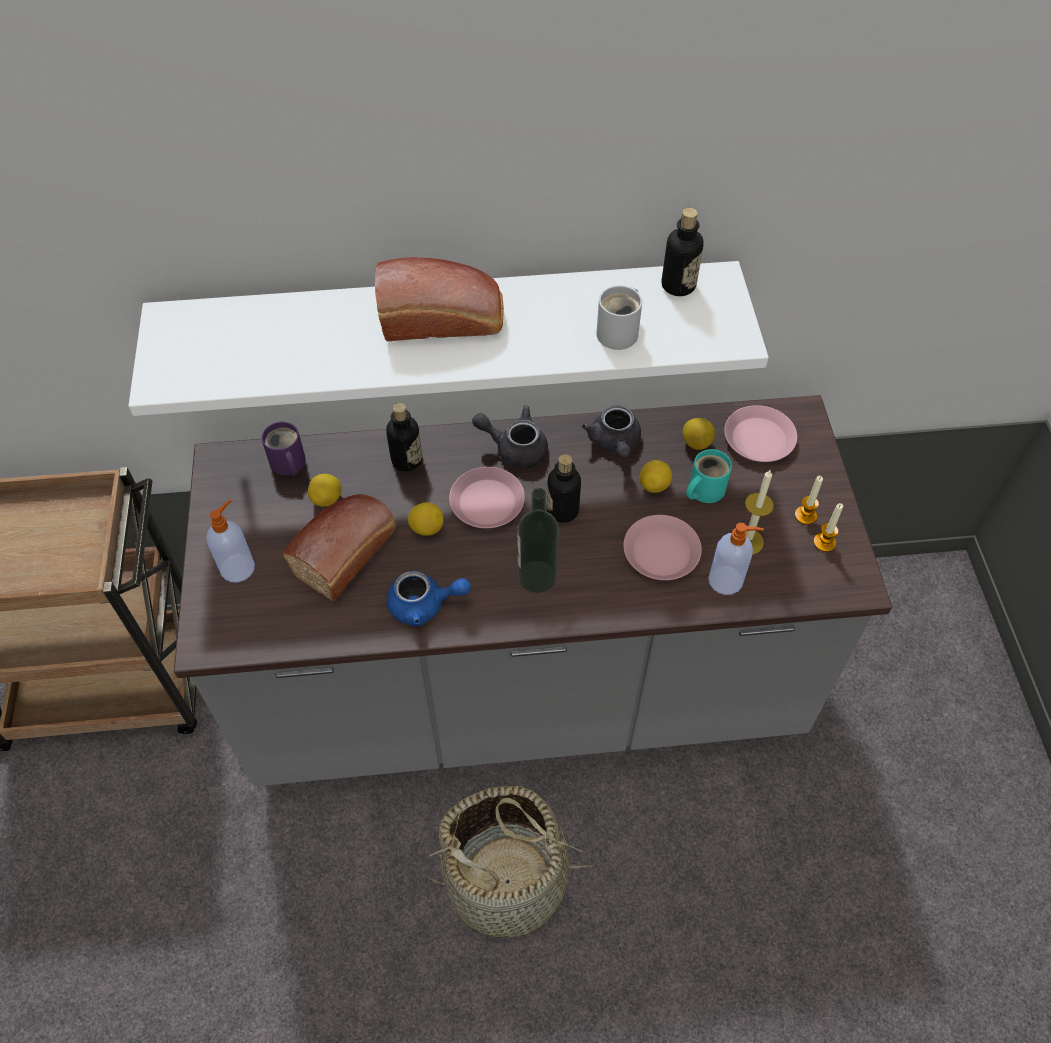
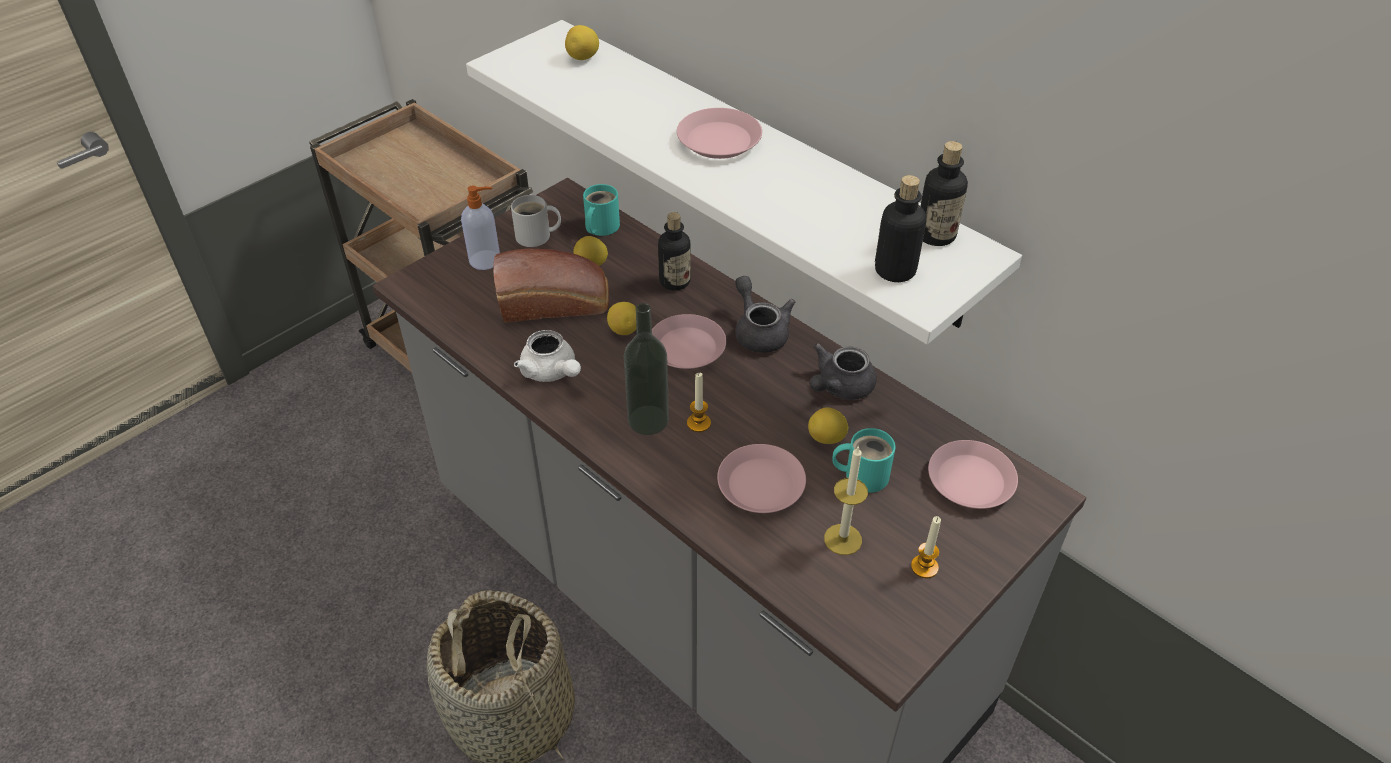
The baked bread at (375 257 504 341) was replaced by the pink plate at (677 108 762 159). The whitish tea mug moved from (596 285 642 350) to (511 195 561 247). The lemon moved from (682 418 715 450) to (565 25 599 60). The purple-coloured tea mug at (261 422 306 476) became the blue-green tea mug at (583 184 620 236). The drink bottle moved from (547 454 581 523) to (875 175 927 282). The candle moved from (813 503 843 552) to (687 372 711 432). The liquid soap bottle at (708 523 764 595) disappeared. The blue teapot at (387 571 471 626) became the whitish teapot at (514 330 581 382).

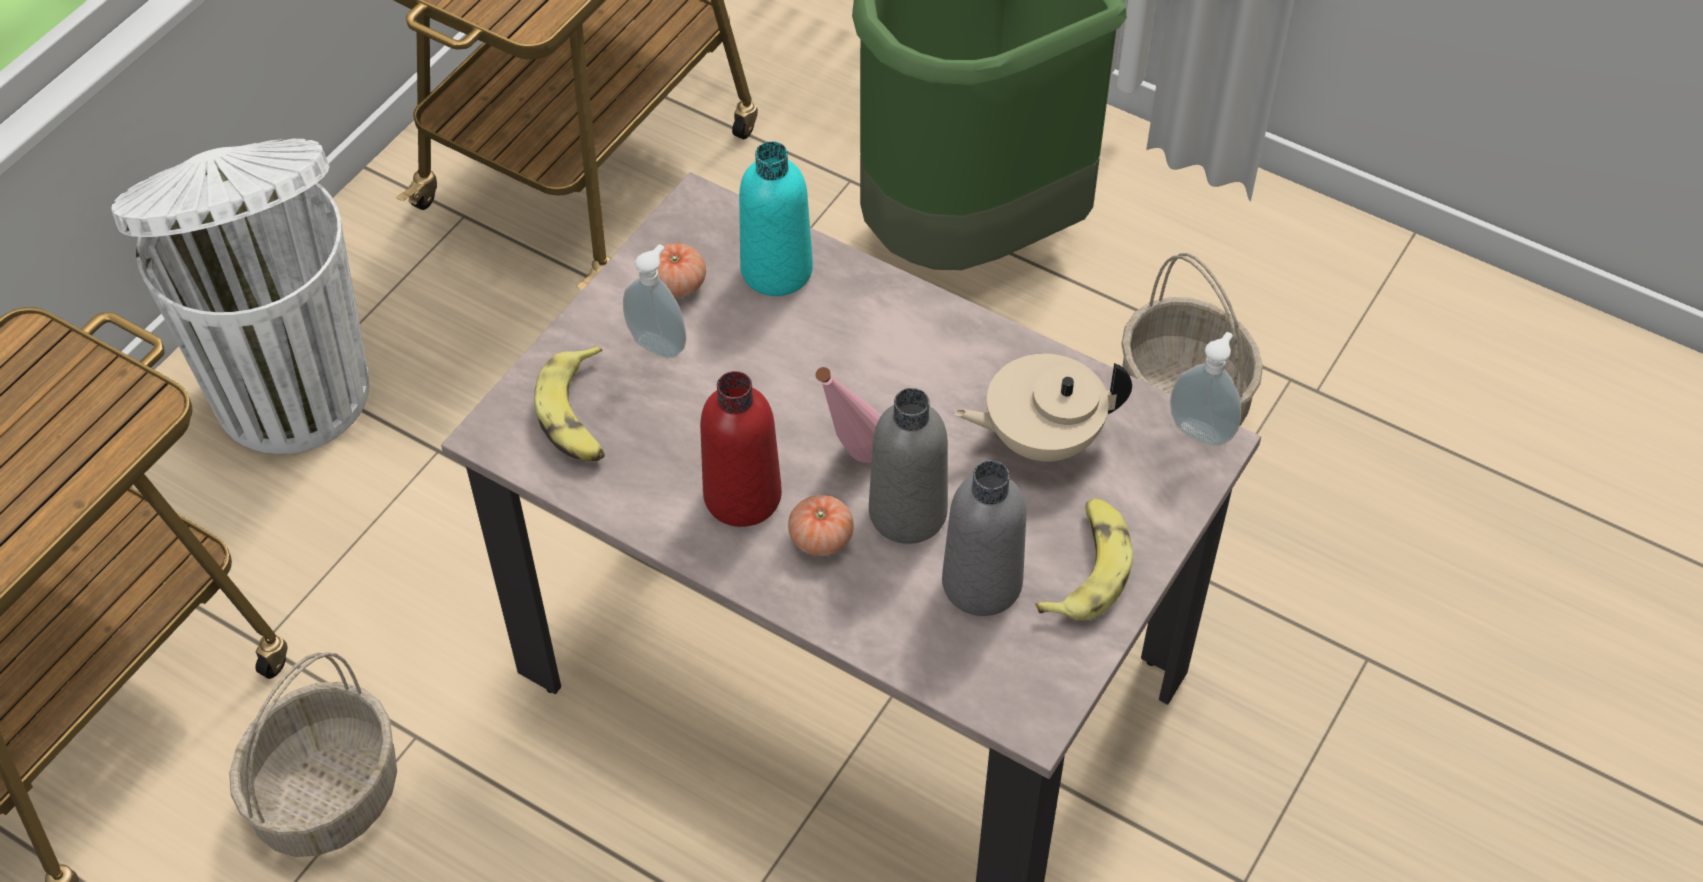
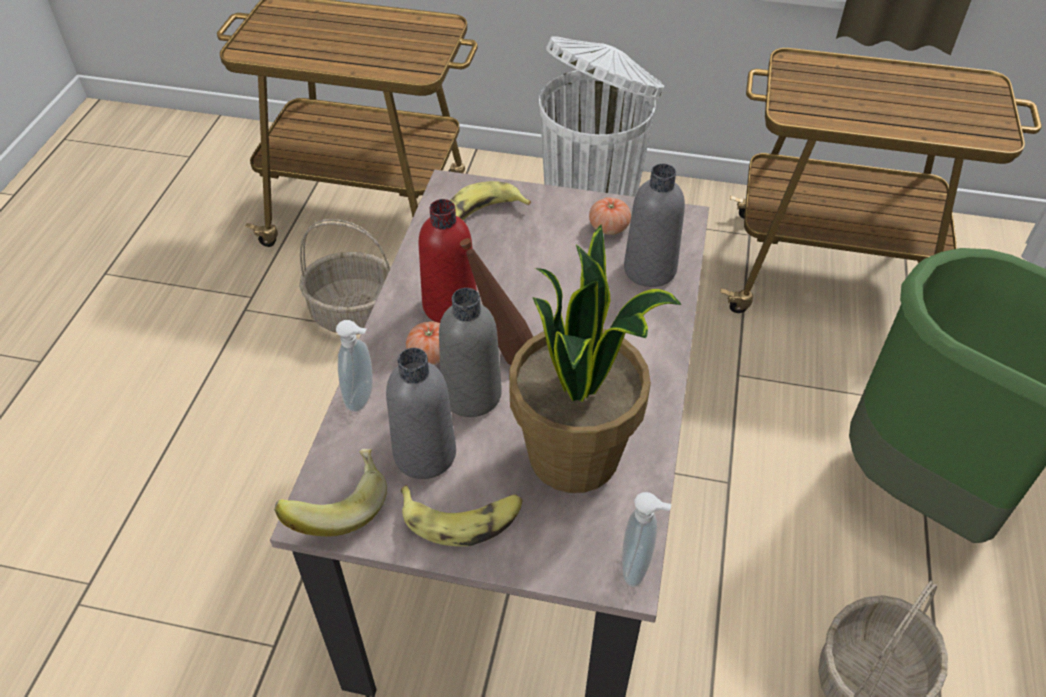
The blue-green drink bottle at (739 141 813 296) became the greyish drink bottle at (624 164 685 287). The liquid soap bottle moved from (623 244 686 358) to (336 320 373 412). The beige teapot at (954 354 1132 462) was replaced by the plant in a pot at (509 225 681 493). The pink drink bottle at (815 367 881 463) became the brown-coloured drink bottle at (460 238 533 365). The whole banana at (274 449 387 536) appeared.

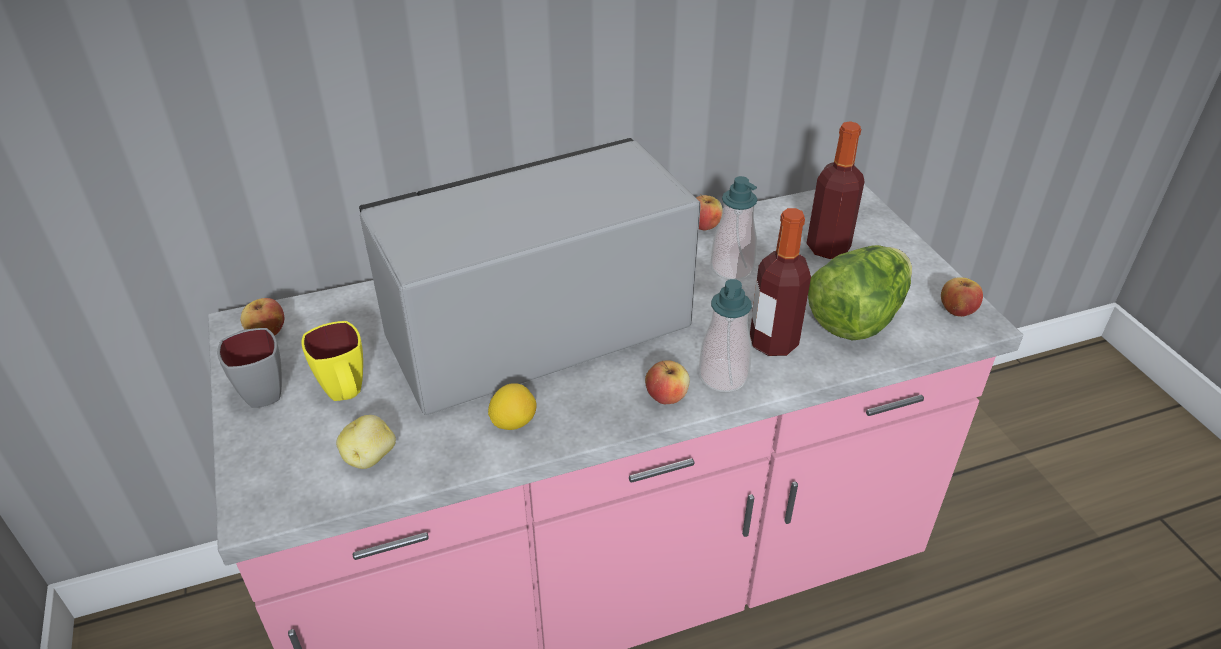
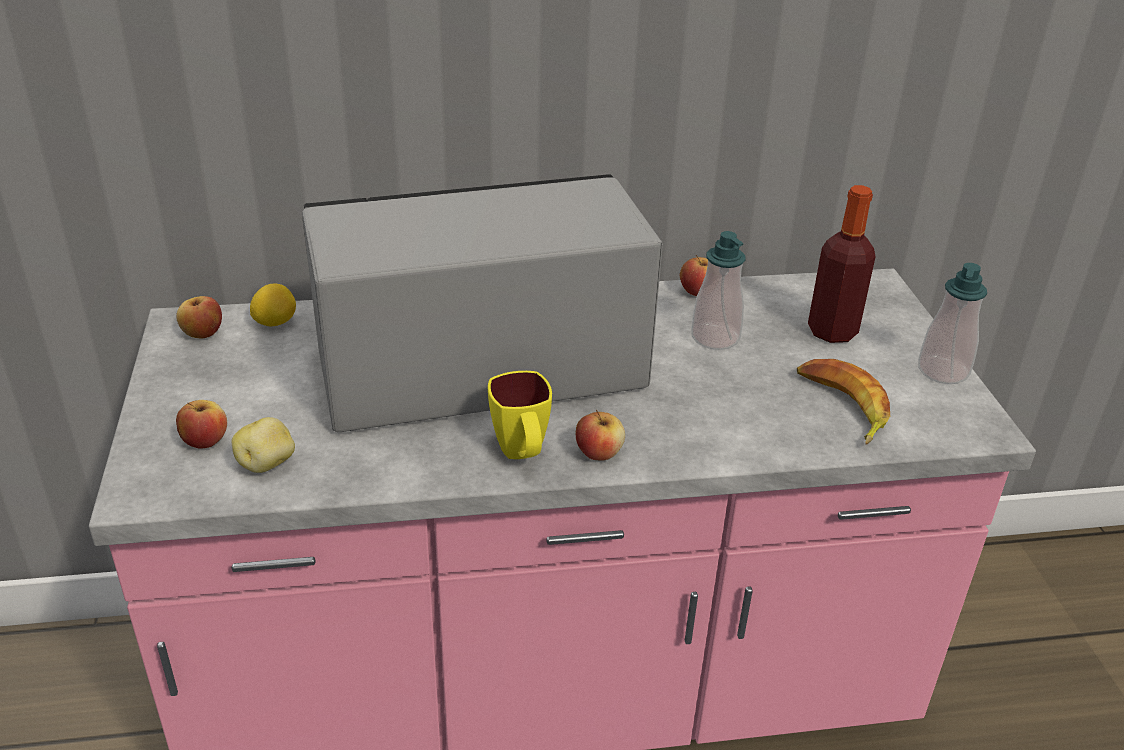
The drink bottle at (750 208 811 356) disappeared. The head of lettuce at (808 245 912 341) was replaced by the whole banana at (797 359 890 445). The whole apple moved from (941 277 983 317) to (176 400 227 449). The liquid soap bottle moved from (699 279 752 392) to (918 263 987 384). The yellow-coloured tea mug moved from (302 321 363 401) to (488 371 552 459). The greyish tea mug at (217 328 282 408) disappeared. The lemon moved from (488 383 537 430) to (250 283 296 327).

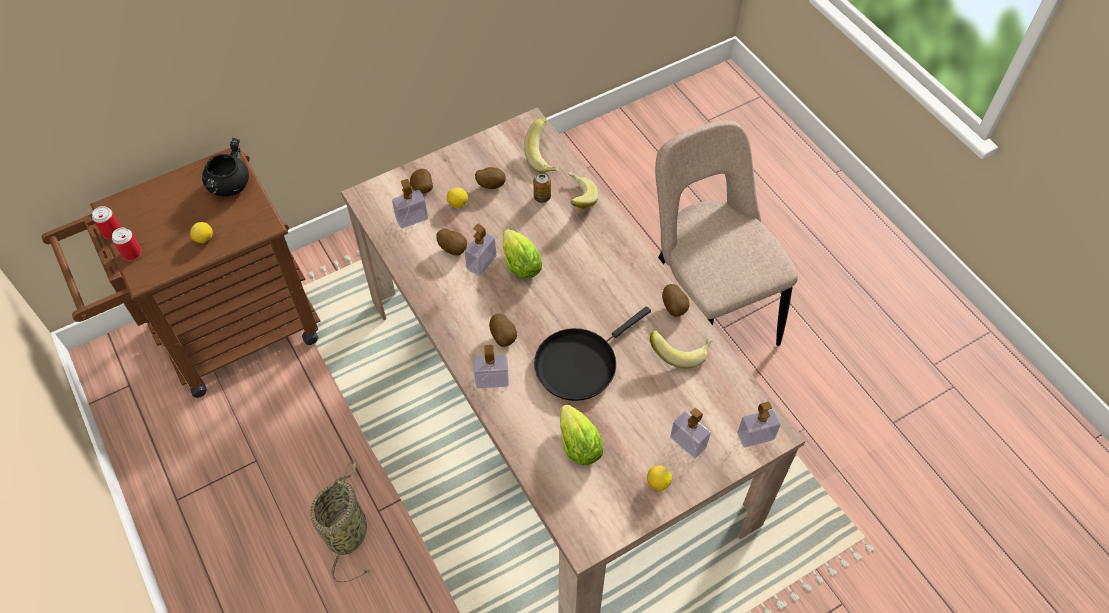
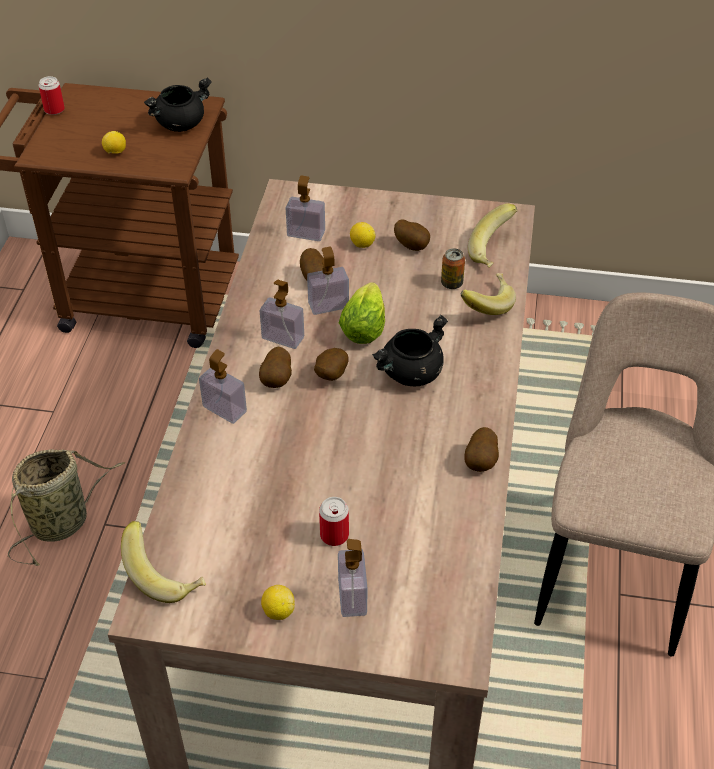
The potato moved from (410 169 433 194) to (314 348 349 381). The metal can moved from (112 227 141 260) to (319 497 349 546). The black frying pan at (534 306 651 401) disappeared. The whole banana moved from (650 330 713 369) to (121 521 206 603). The liquid soap bottle moved from (738 402 781 448) to (260 280 304 349). The head of lettuce at (560 405 603 465) disappeared. The black saucepot at (372 315 448 386) appeared.

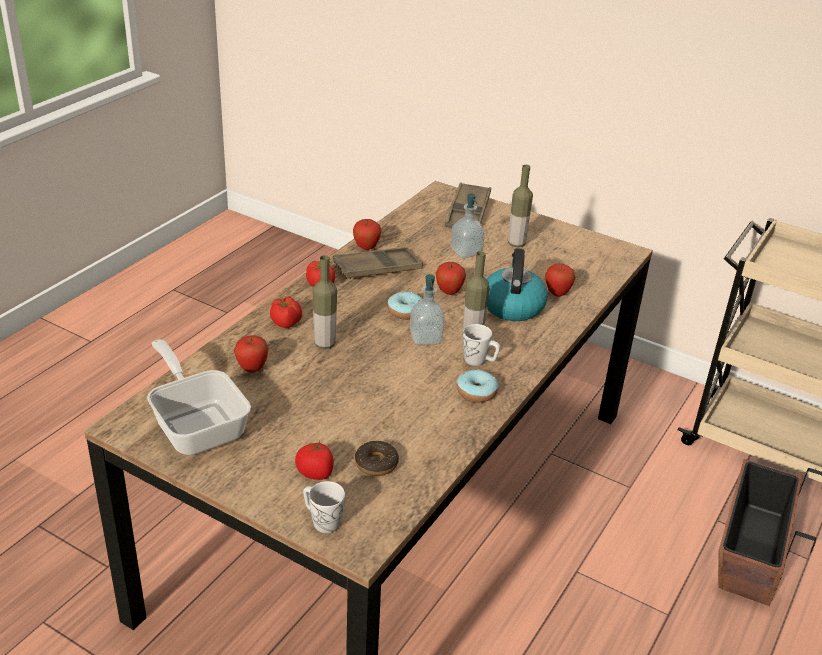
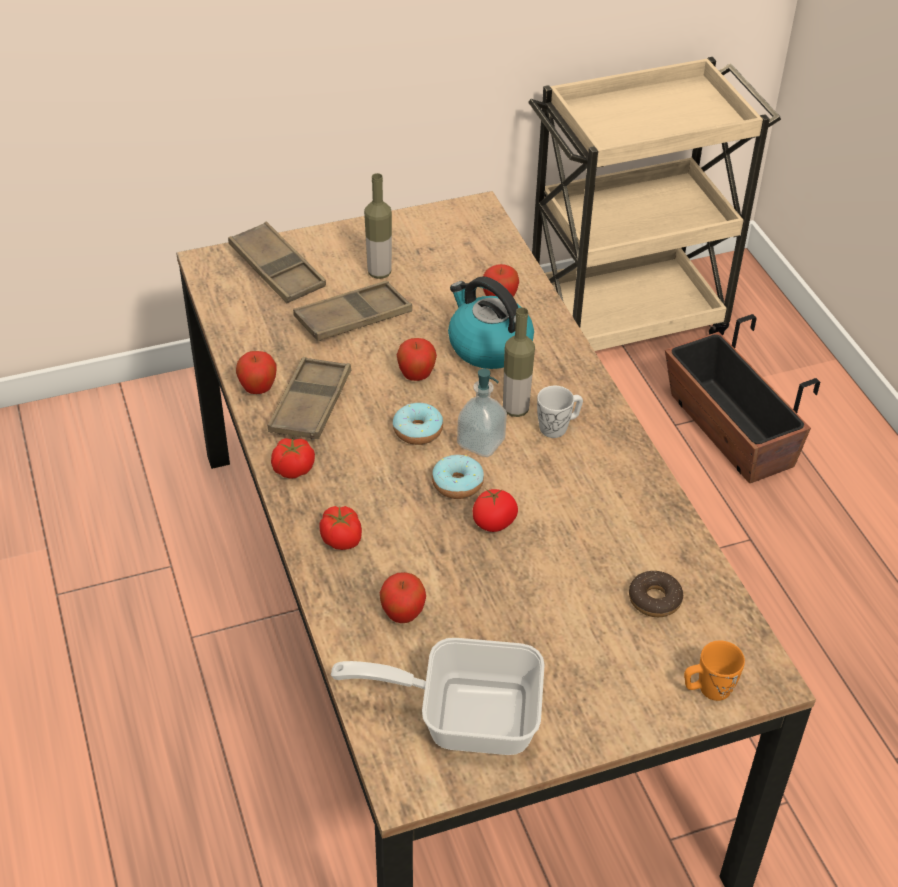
The liquid soap bottle at (451 194 485 258) was replaced by the brown-coloured carrying tray at (293 281 412 341). The drink bottle at (313 255 337 349) disappeared. The donut moved from (457 369 499 403) to (432 455 484 499). The fresh tomato moved from (295 441 334 480) to (473 489 518 532). The whitish tea mug at (303 481 345 533) became the orange tea mug at (684 640 745 701).

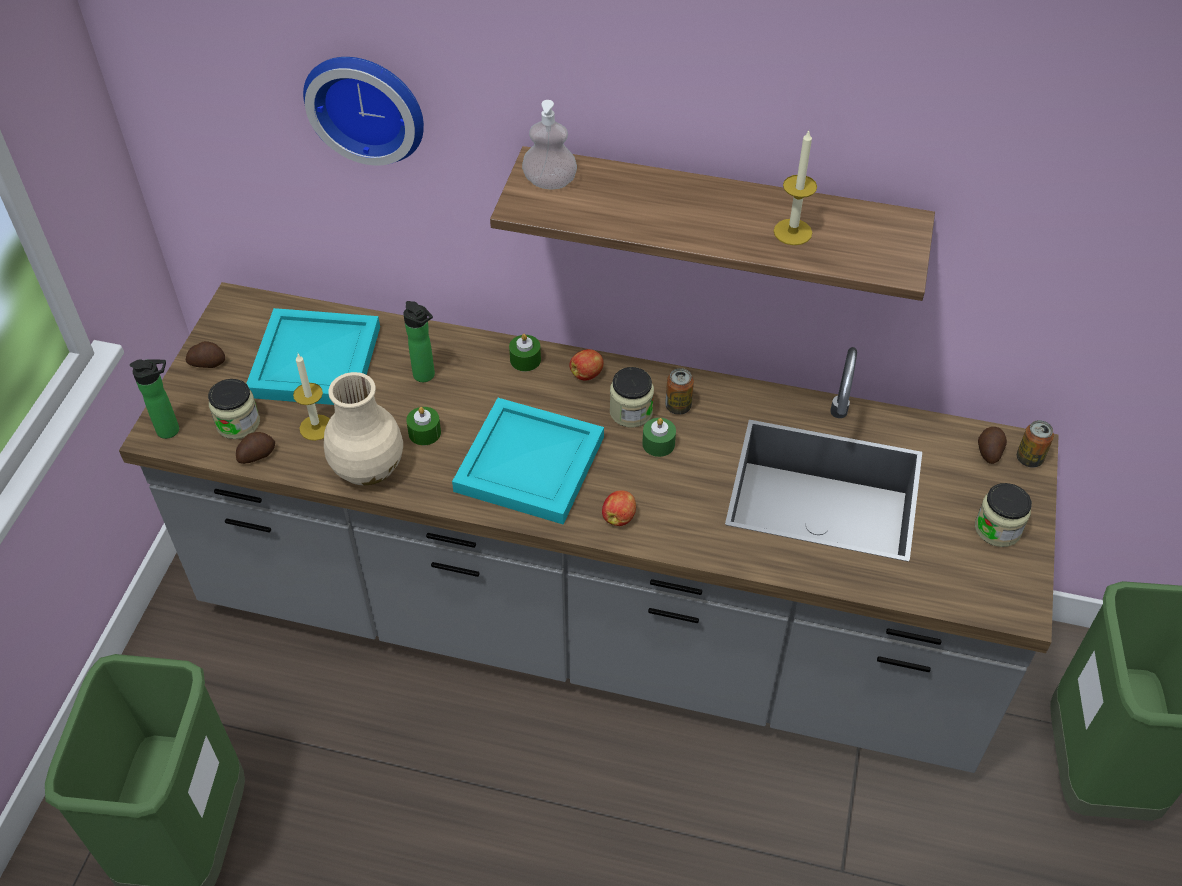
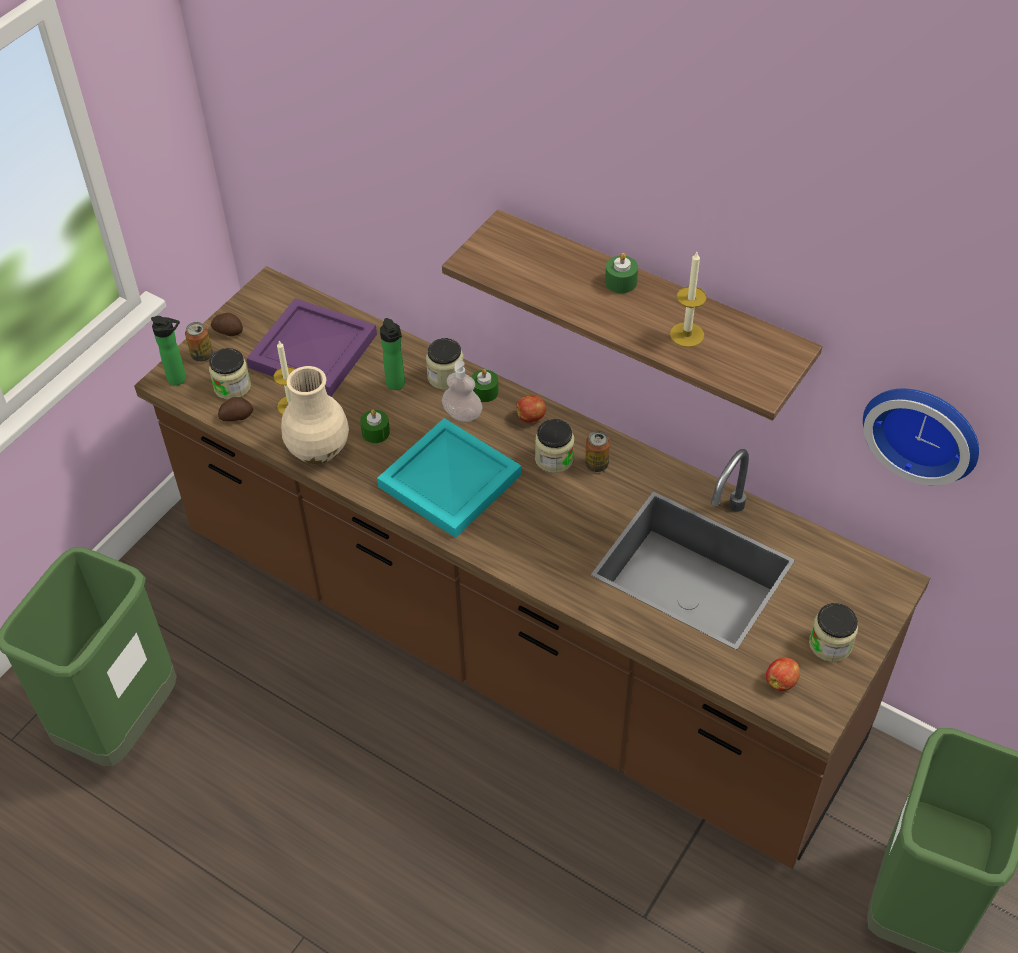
The wall clock moved from (303 57 424 166) to (863 389 979 486). The liquid soap bottle moved from (522 100 577 189) to (442 360 483 422). The greyish kitchen counter at (119 282 1059 773) became the brown-coloured kitchen counter at (134 266 930 869). The blue-green carrying tray at (246 308 380 405) became the purple-coloured carrying tray at (246 298 377 396). The greenish candle moved from (642 418 676 457) to (605 253 638 293). The metal can moved from (1017 420 1054 468) to (185 322 213 362). The potato at (978 427 1007 464) disappeared. The whole apple moved from (602 490 636 526) to (766 657 800 691). The jar at (426 338 464 390) appeared.

